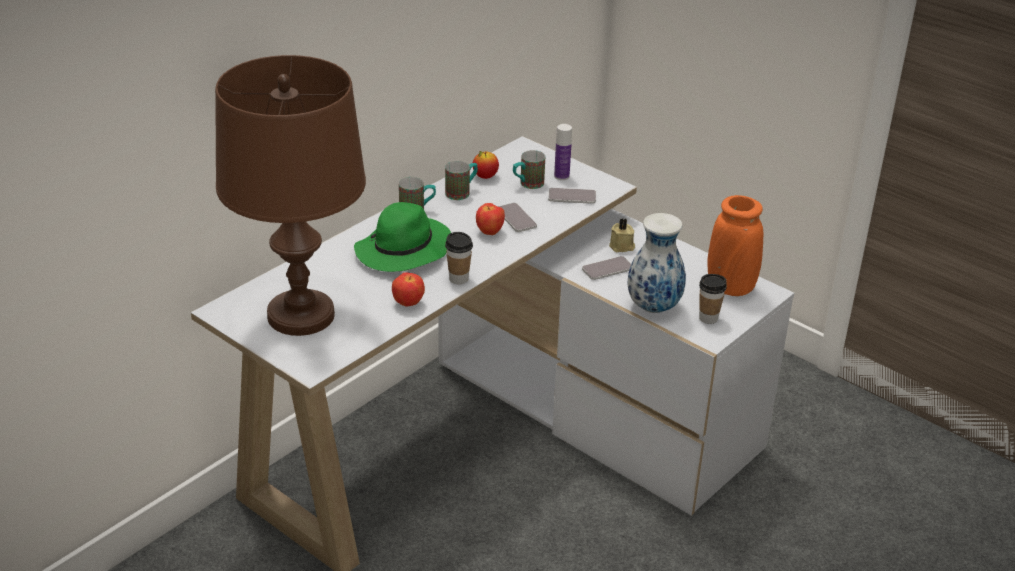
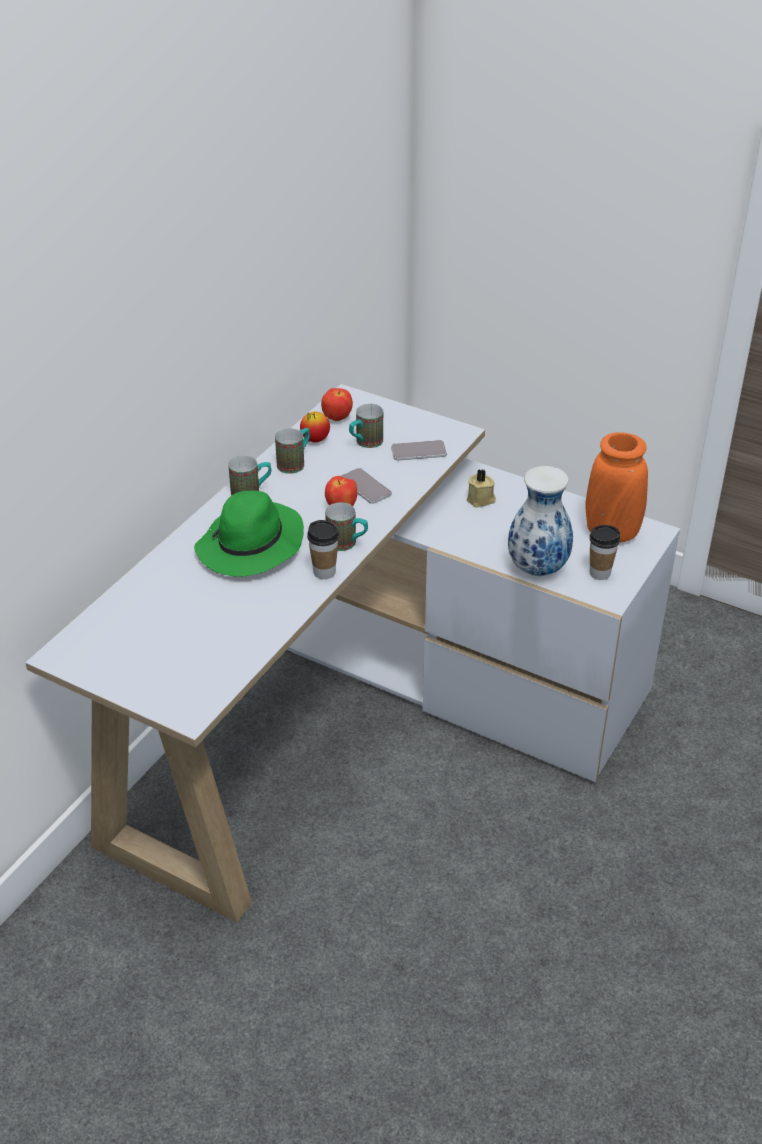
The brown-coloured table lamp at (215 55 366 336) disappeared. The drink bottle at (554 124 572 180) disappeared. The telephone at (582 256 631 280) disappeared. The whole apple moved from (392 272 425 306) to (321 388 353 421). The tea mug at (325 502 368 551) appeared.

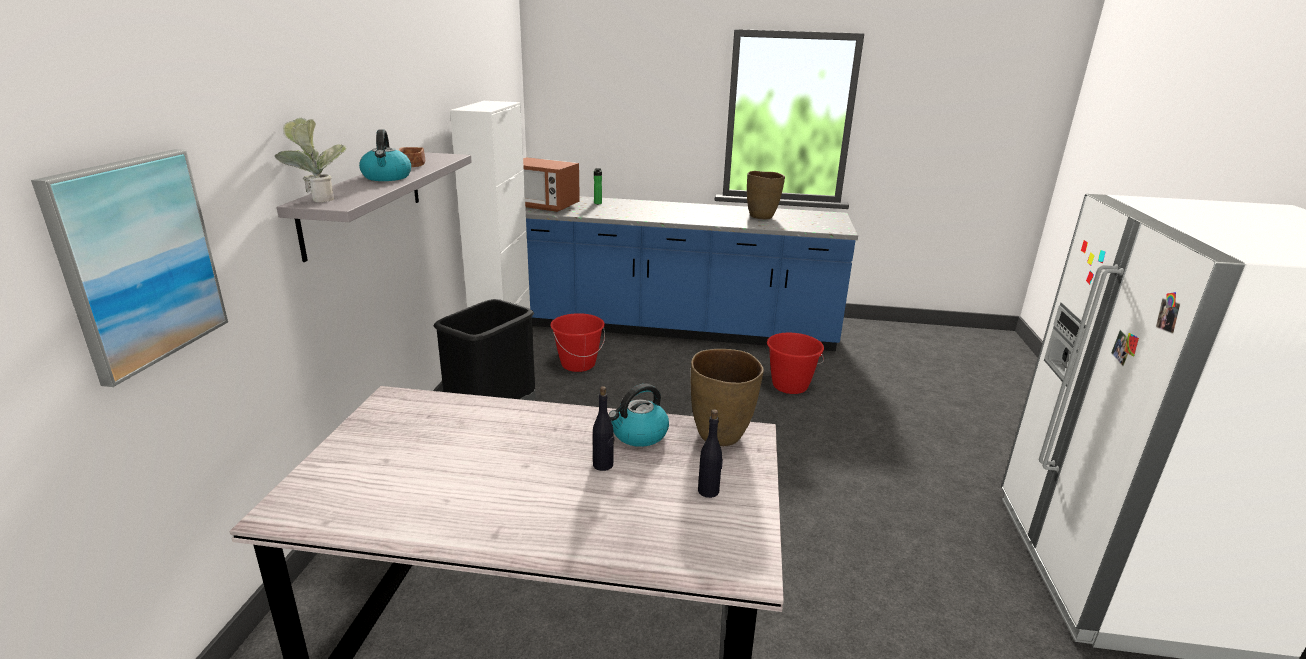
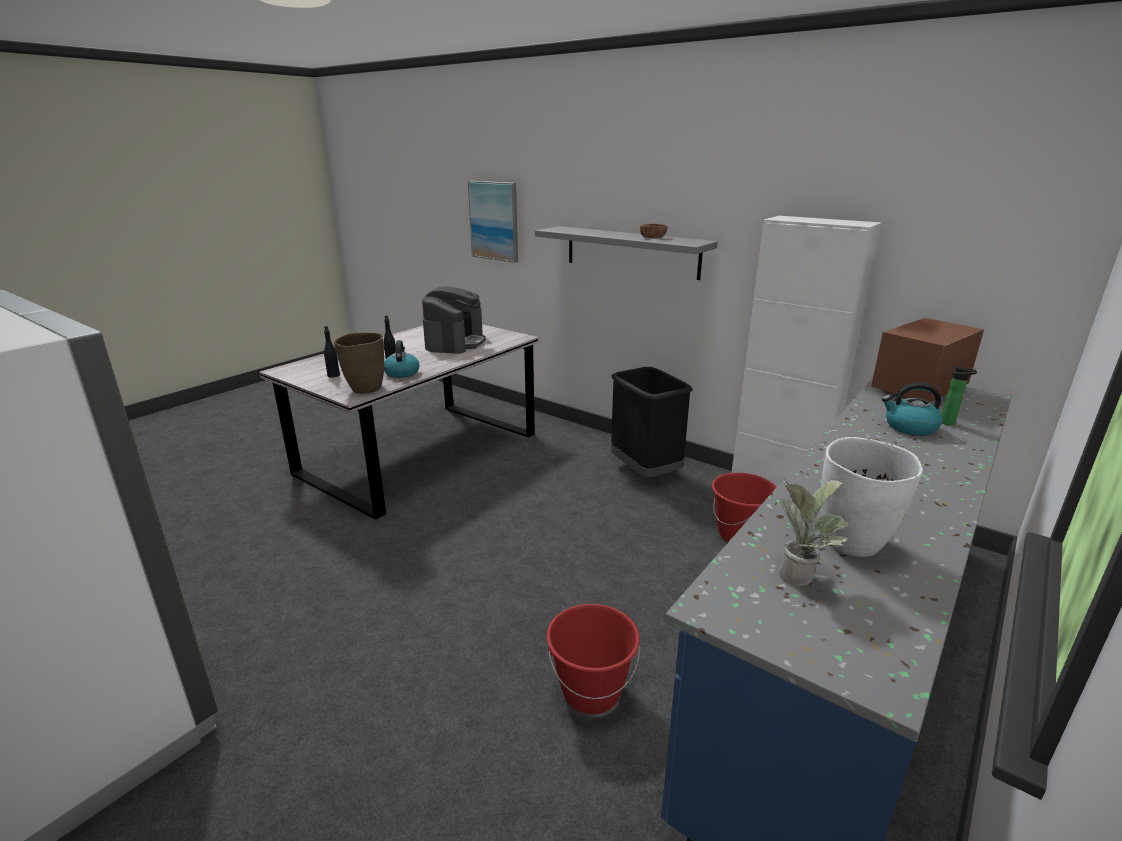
The plant in a pot moved from (275 118 346 203) to (778 480 850 587). The water kettle moved from (359 129 411 181) to (882 383 943 436). The brown-coloured flower vase at (747 171 785 219) became the whitish flower vase at (821 437 923 557). The coffee machine at (422 286 486 354) appeared.

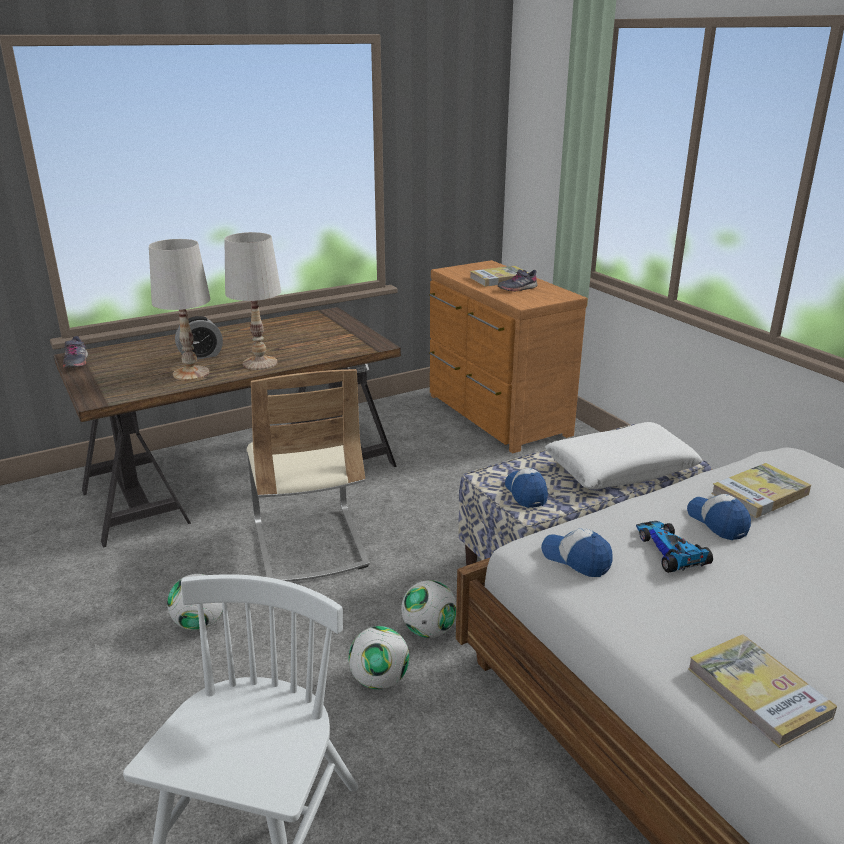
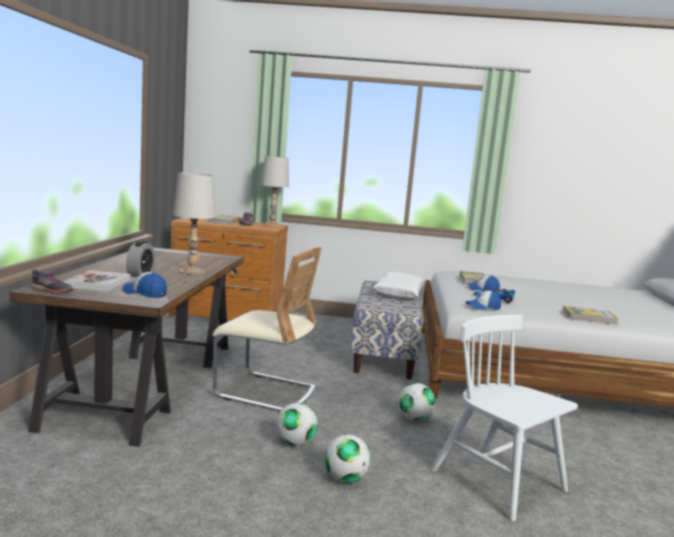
The whitish table lamp moved from (149 239 210 381) to (261 156 289 227). The peaked cap moved from (505 468 548 508) to (122 272 167 298). The ball for football moved from (401 580 457 638) to (324 434 371 483). The volume at (64 270 131 292) appeared.

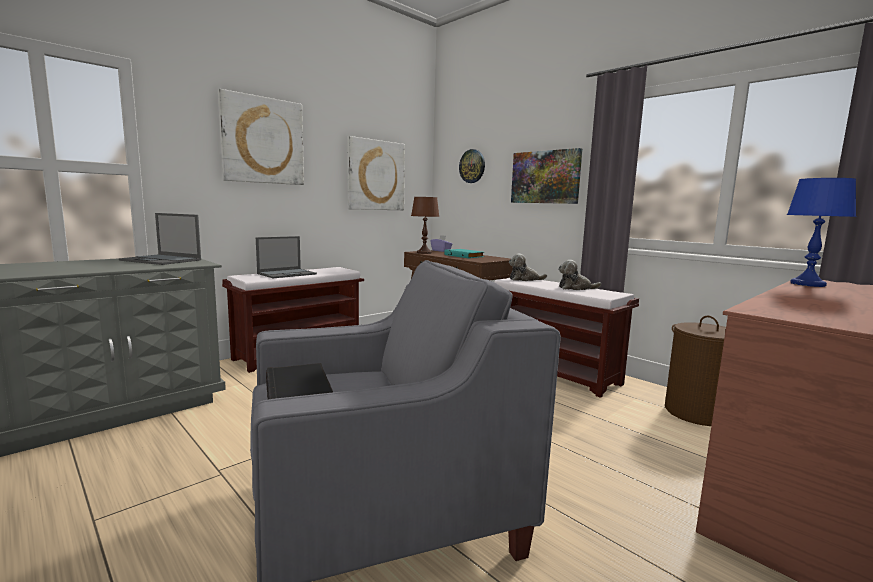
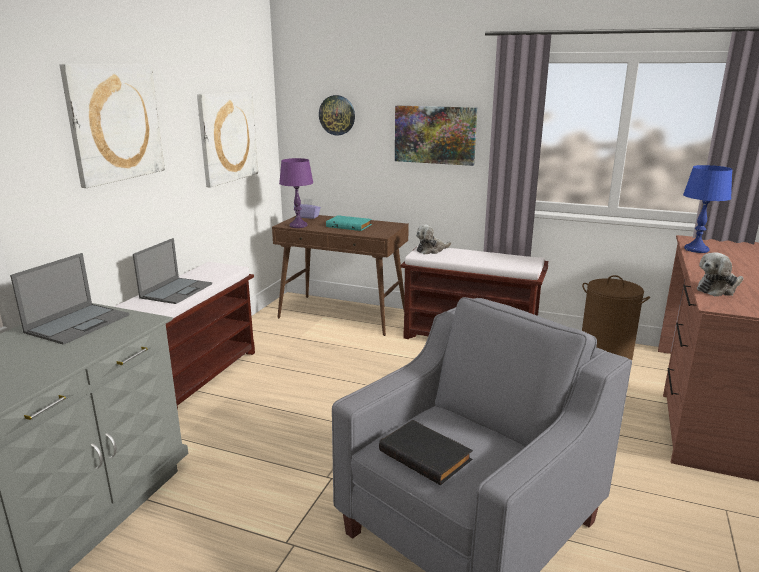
The brown-coloured table lamp at (411 197 439 254) became the purple-coloured table lamp at (279 158 313 228). The notebook computer at (119 213 201 265) turned 60 degrees counterclockwise. The soft toy moved from (558 260 601 290) to (697 252 743 296).

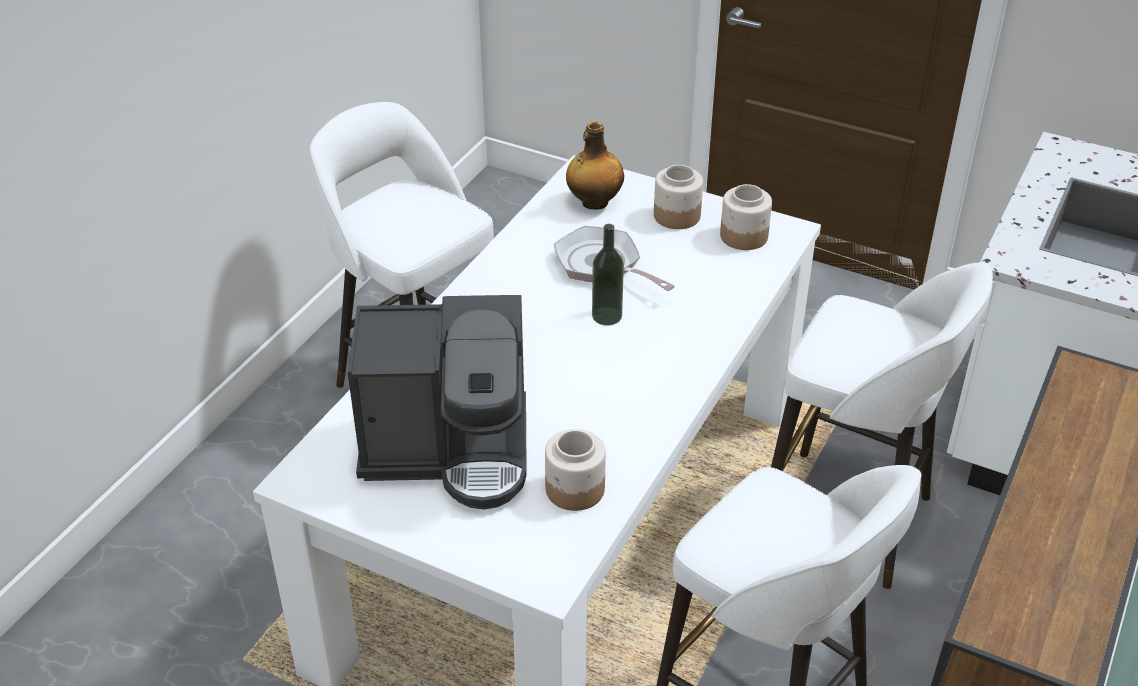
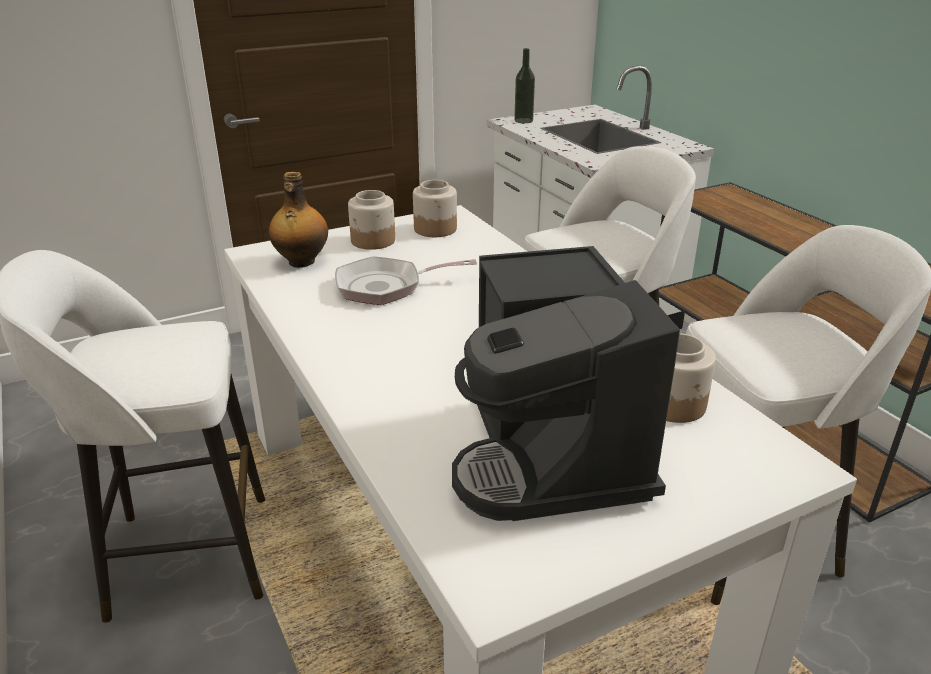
The drink bottle moved from (592 224 624 326) to (514 48 535 123). The coffee machine at (348 295 527 509) turned 135 degrees clockwise.

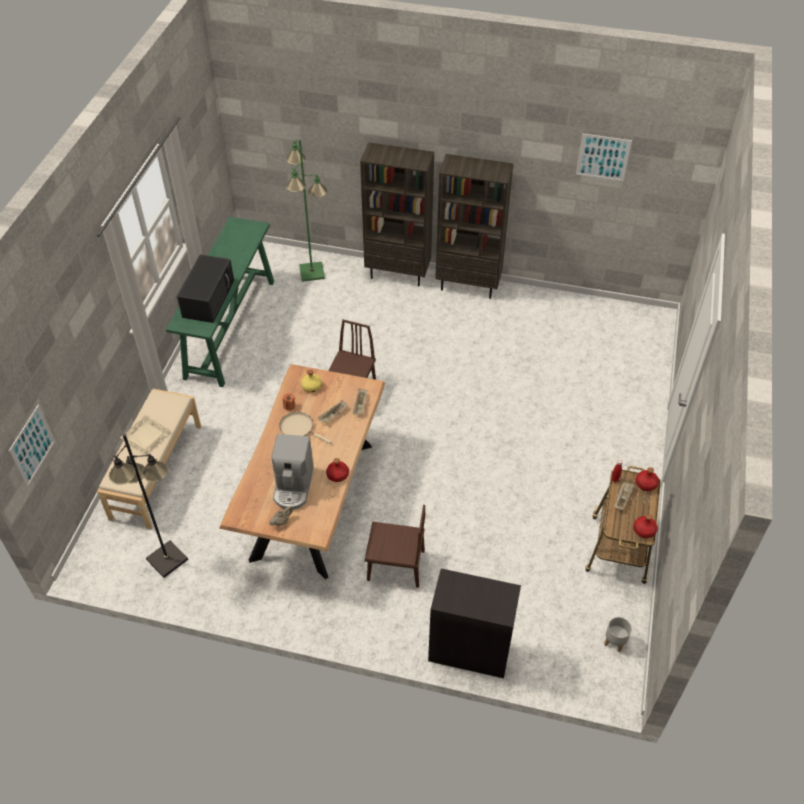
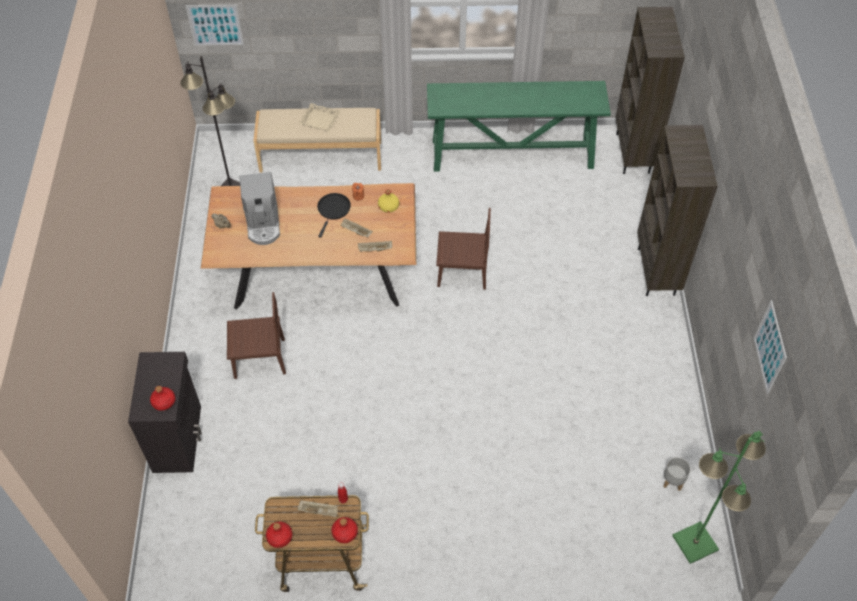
The greenish floor lamp moved from (286 139 327 282) to (672 431 766 564). The brown-coloured bookcase moved from (435 154 513 299) to (616 7 685 174). The black microwave at (177 255 234 323) disappeared. The beige frying pan at (279 412 332 444) became the black frying pan at (317 193 351 238). The coffee machine at (272 434 314 510) turned 90 degrees counterclockwise. The red drink bottle moved from (326 458 349 482) to (150 386 176 411). The brown-coloured plain chair at (365 505 425 588) turned 90 degrees counterclockwise. The greyish planter moved from (604 617 632 652) to (663 457 691 491).

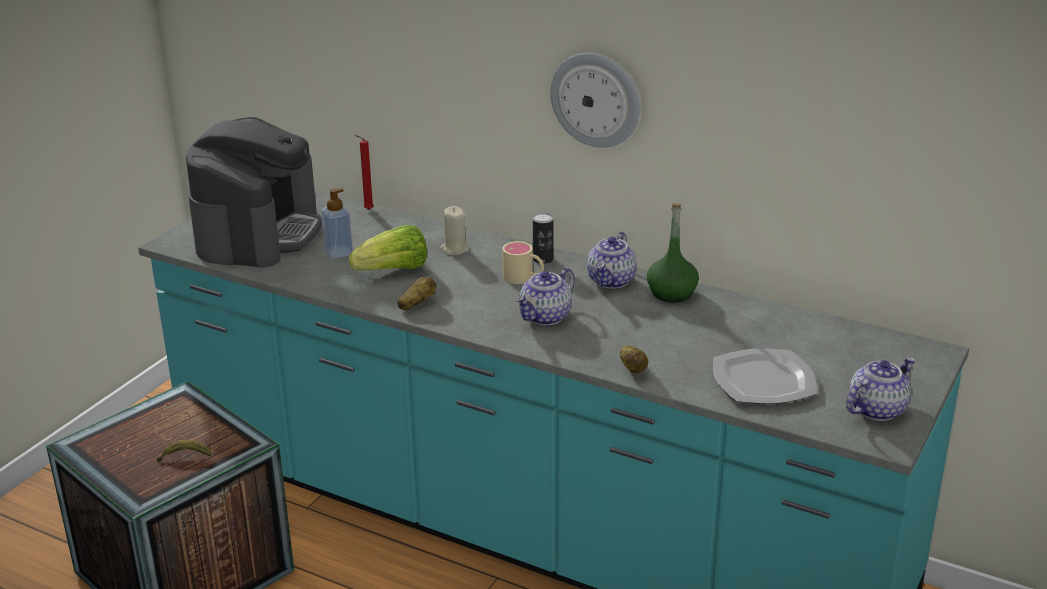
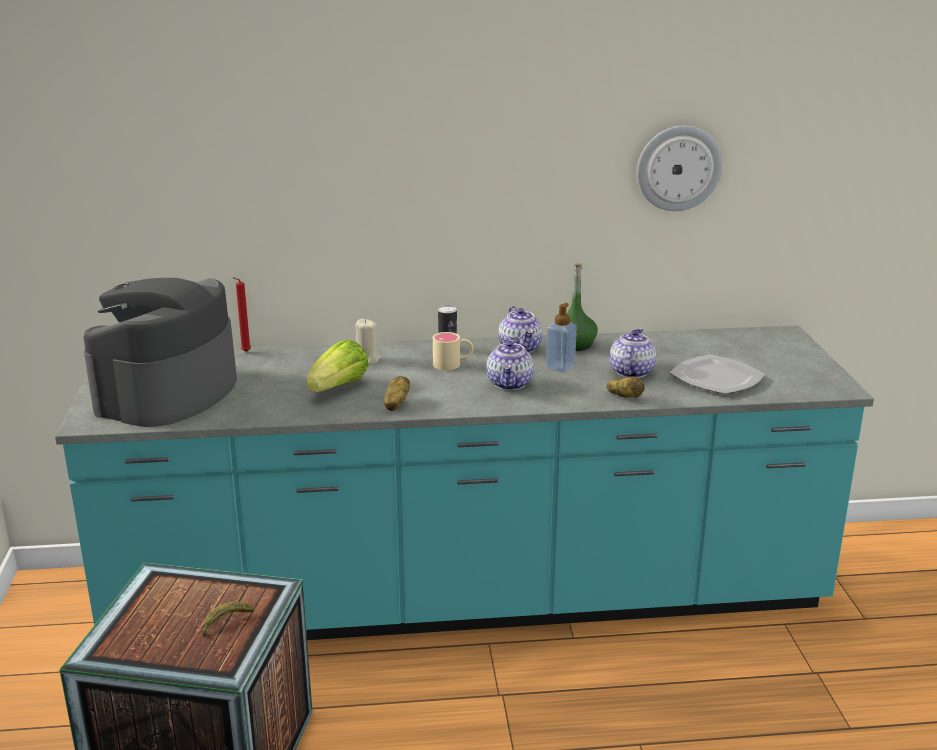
The wall clock moved from (550 53 640 148) to (637 125 723 211). The coffee machine at (186 117 322 268) turned 135 degrees counterclockwise. The liquid soap bottle moved from (321 188 353 259) to (546 303 577 372). The teapot moved from (846 357 915 421) to (610 328 656 378).

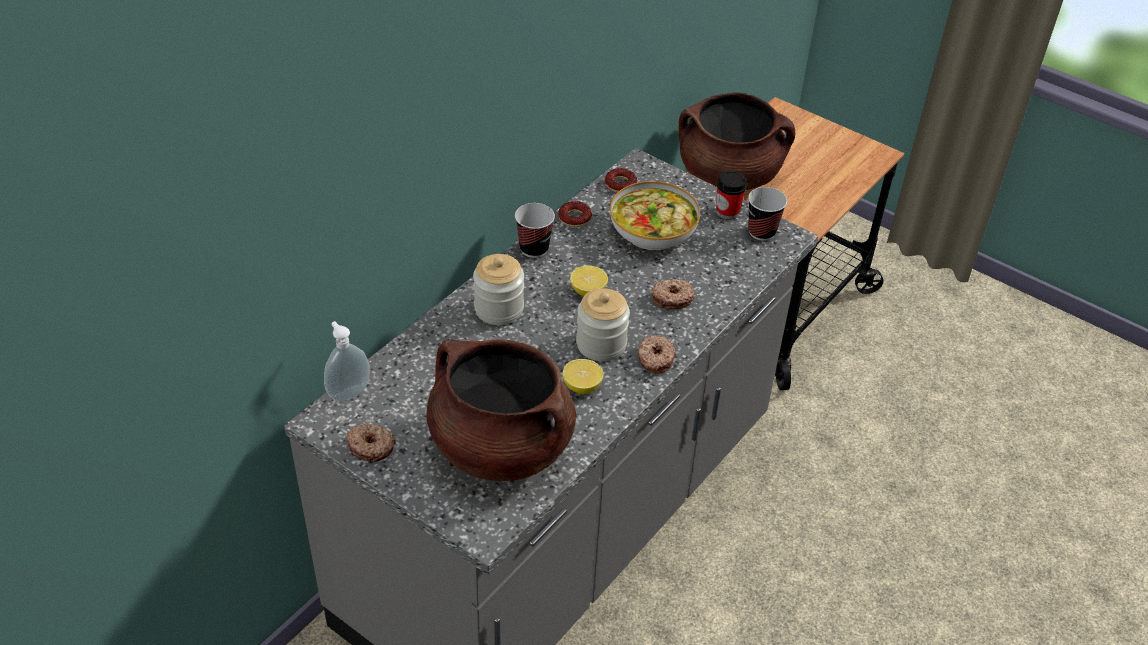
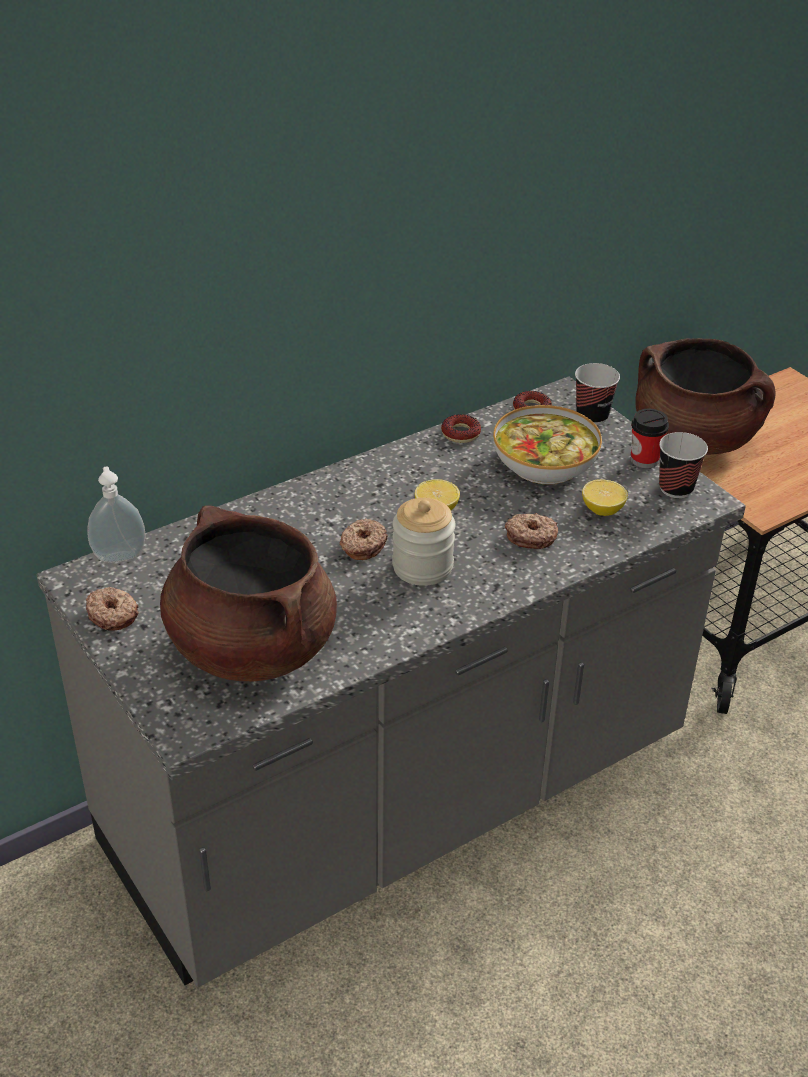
The cup moved from (515 203 555 258) to (575 363 620 425). The jar at (473 254 524 325) disappeared. The donut moved from (638 335 676 374) to (340 518 388 560). The lemon moved from (562 359 604 394) to (582 479 628 516).

